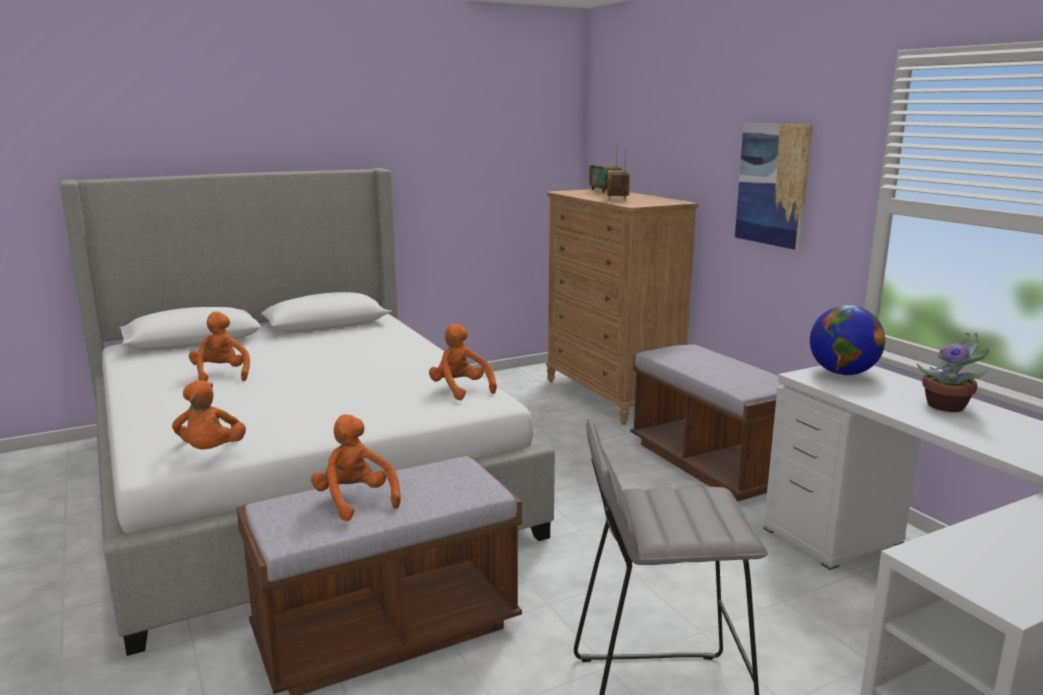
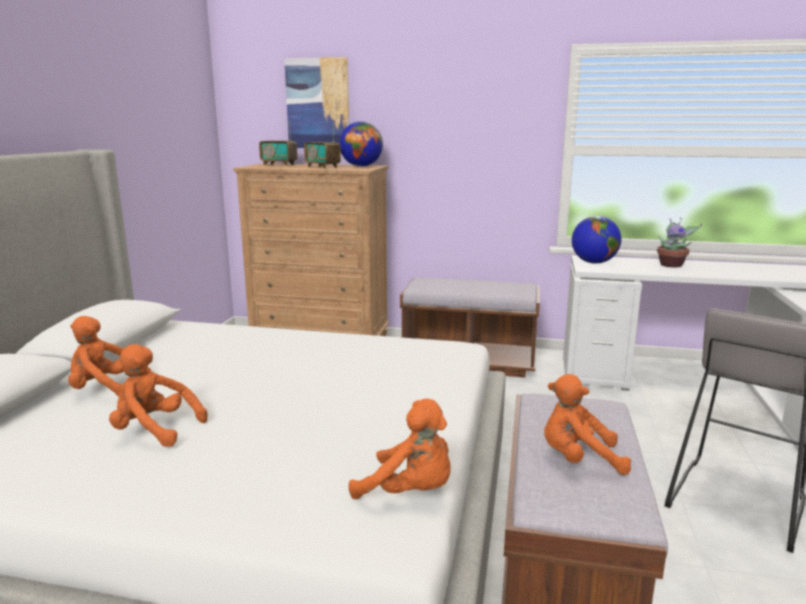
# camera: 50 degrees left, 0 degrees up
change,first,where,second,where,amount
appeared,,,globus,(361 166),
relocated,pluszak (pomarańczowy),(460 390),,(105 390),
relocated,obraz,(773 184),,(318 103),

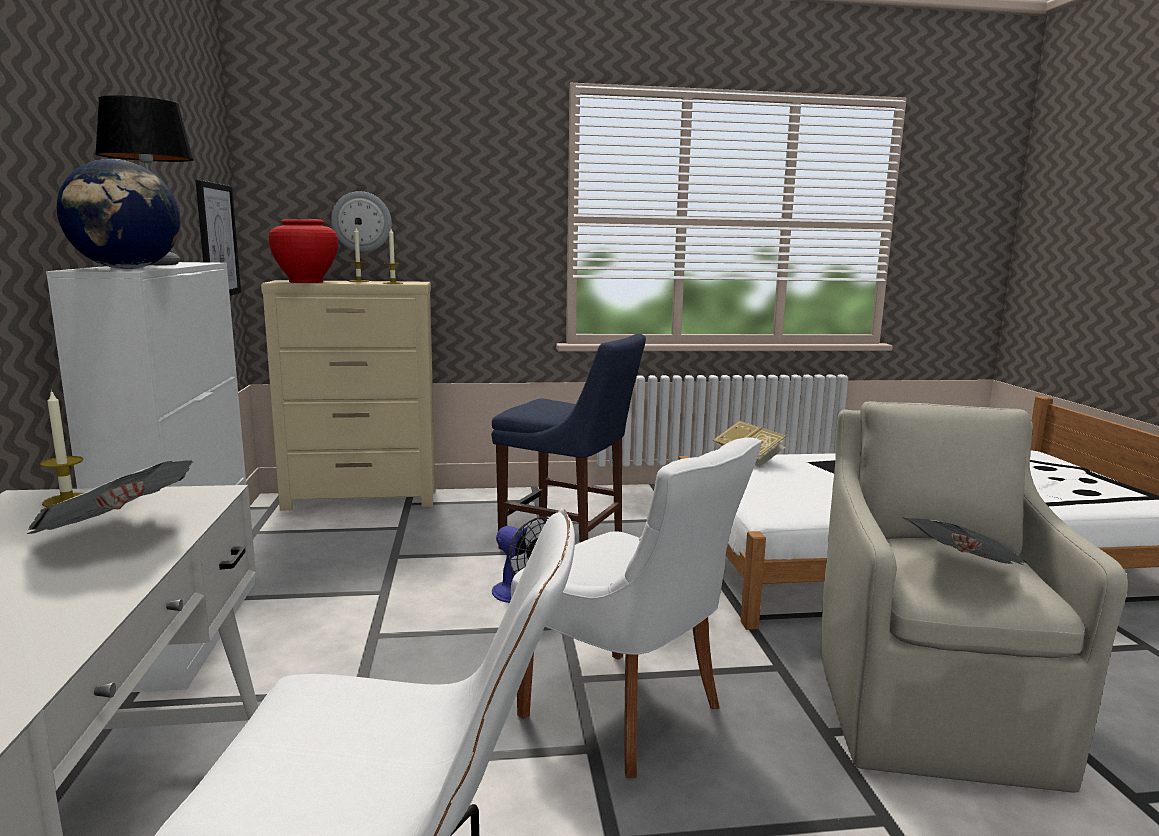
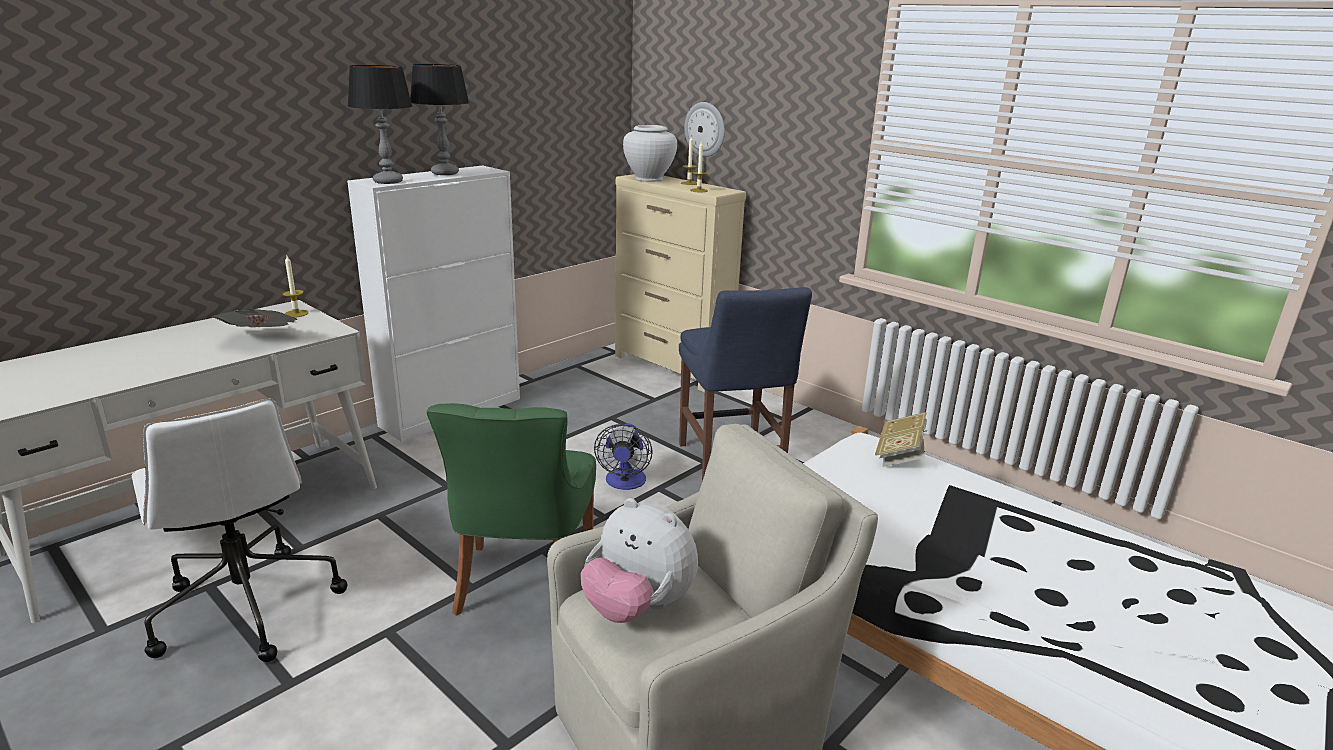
# camera: 50 degrees right, 10 degrees up
change,first,where,second,where,amount
missing,obraz,(217 240),,,
exchanged,globus,(127 269),lampa stołowa,(388 181),
exchanged,gazeta,(962 572),pluszak,(638 607),
colour,wazon (czerwony),(306 282),wazon (biały),(649 179),
colour,krzesło (biały),(627 713),krzesło (zielony),(523 585),

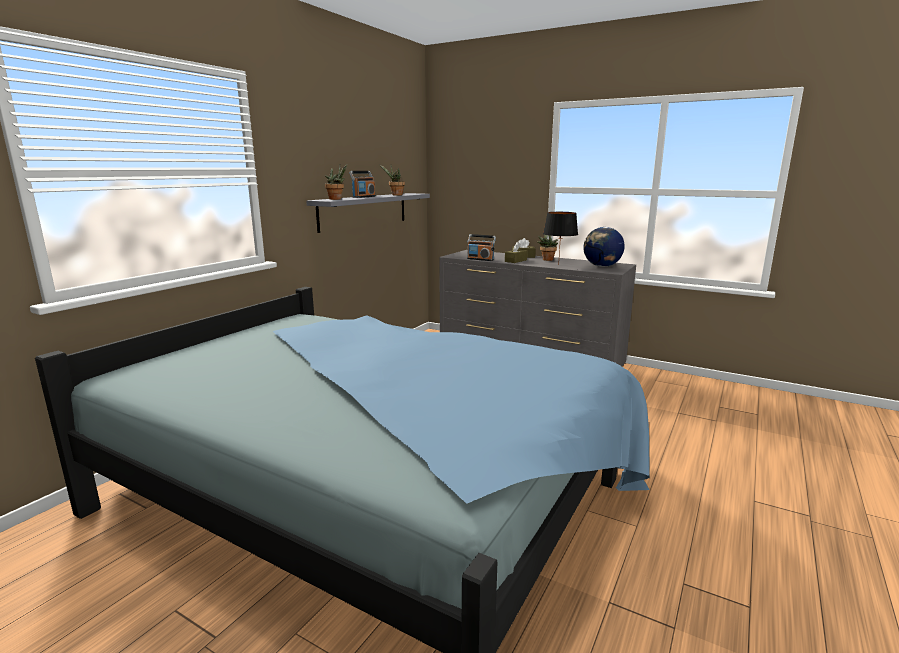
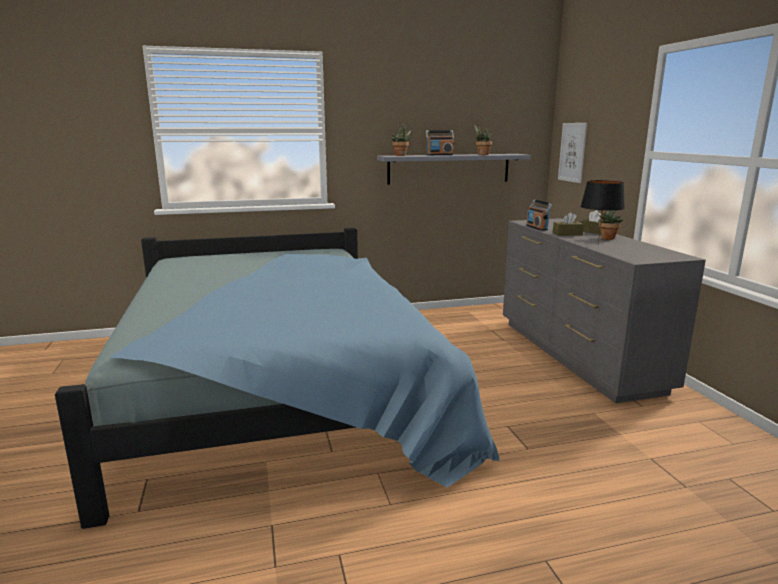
# camera: 45 degrees right, 0 degrees up
change,first,where,second,where,amount
missing,globus,(601 266),,,
appeared,,,obraz,(572 152),

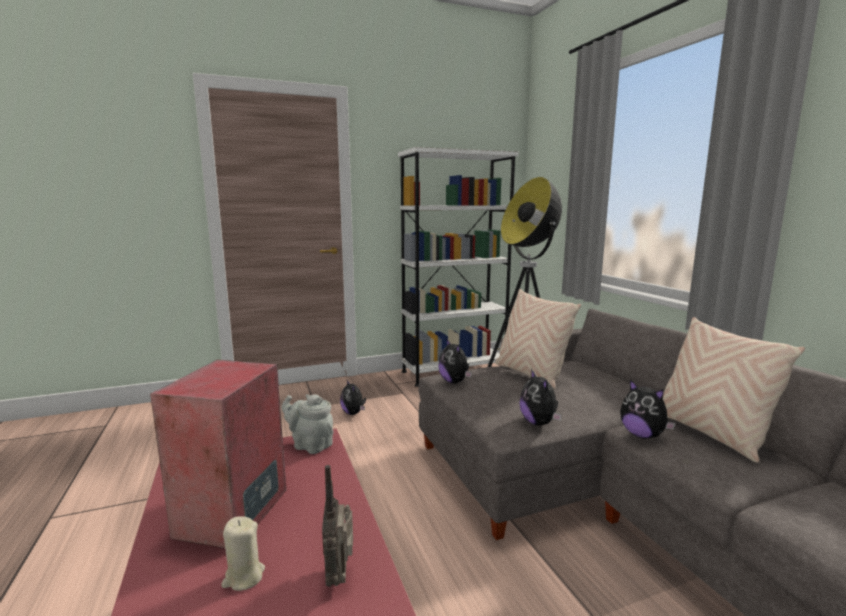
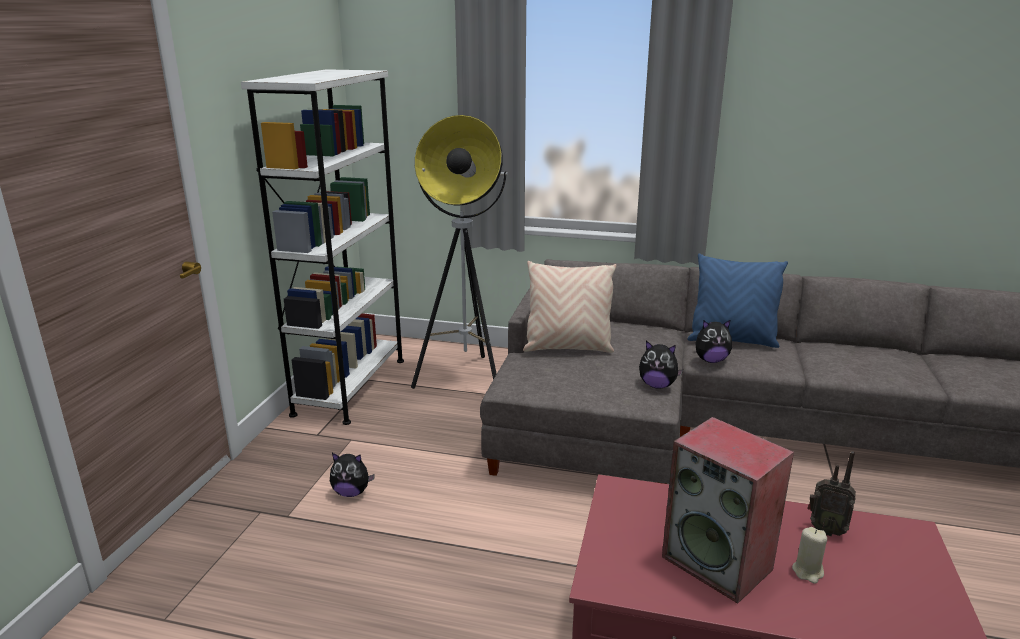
# camera: 55 degrees left, 10 degrees up
change,first,where,second,where,amount
missing,imbryk (szary),(310 445),,,
missing,pluszak,(454 382),,,
colour,poduszka (beżowy),(710 433),poduszka (niebieski),(732 340),

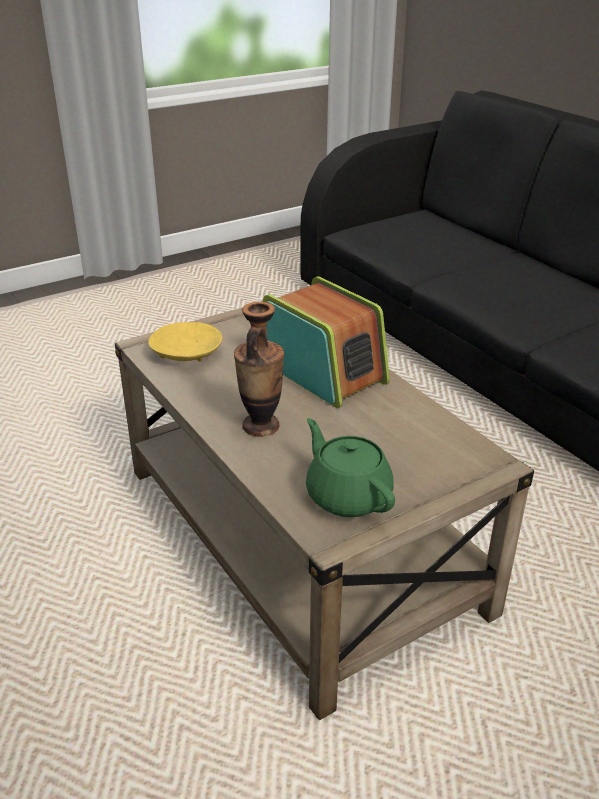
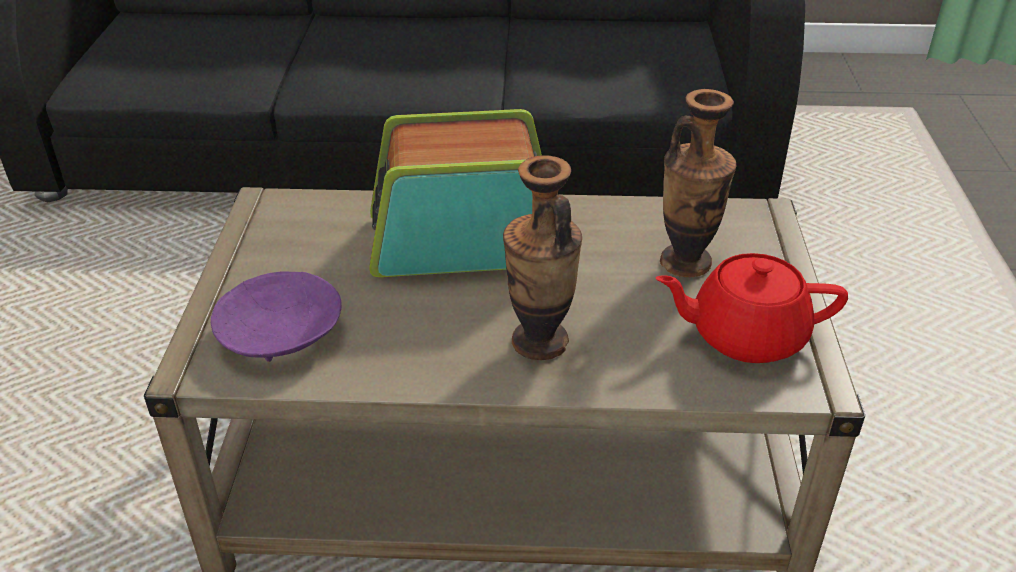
# camera: 55 degrees left, 5 degrees up
change,first,where,second,where,amount
appeared,,,wazon,(685 262),
colour,miska (żółty),(187 353),miska (fioletowy),(279 333),
colour,imbryk (zielony),(347 495),imbryk (czerwony),(745 335),

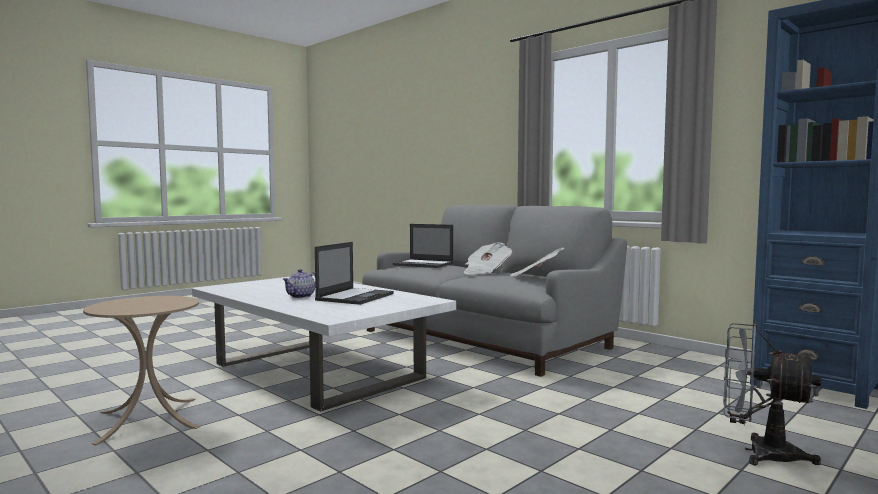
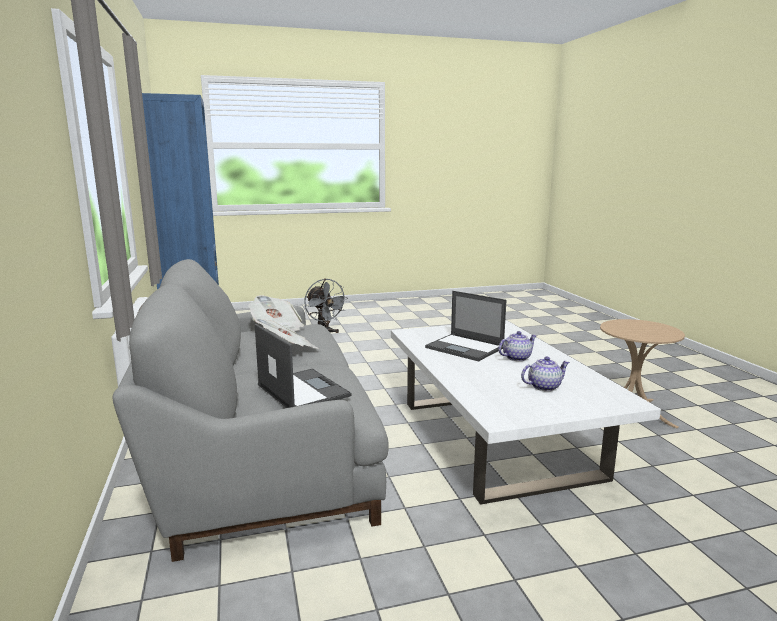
# camera: 150 degrees left, 10 degrees up
change,first,where,second,where,amount
appeared,,,imbryk,(544 386),
spun,laptop,(355 297),,(465 348),105 degrees counterclockwise

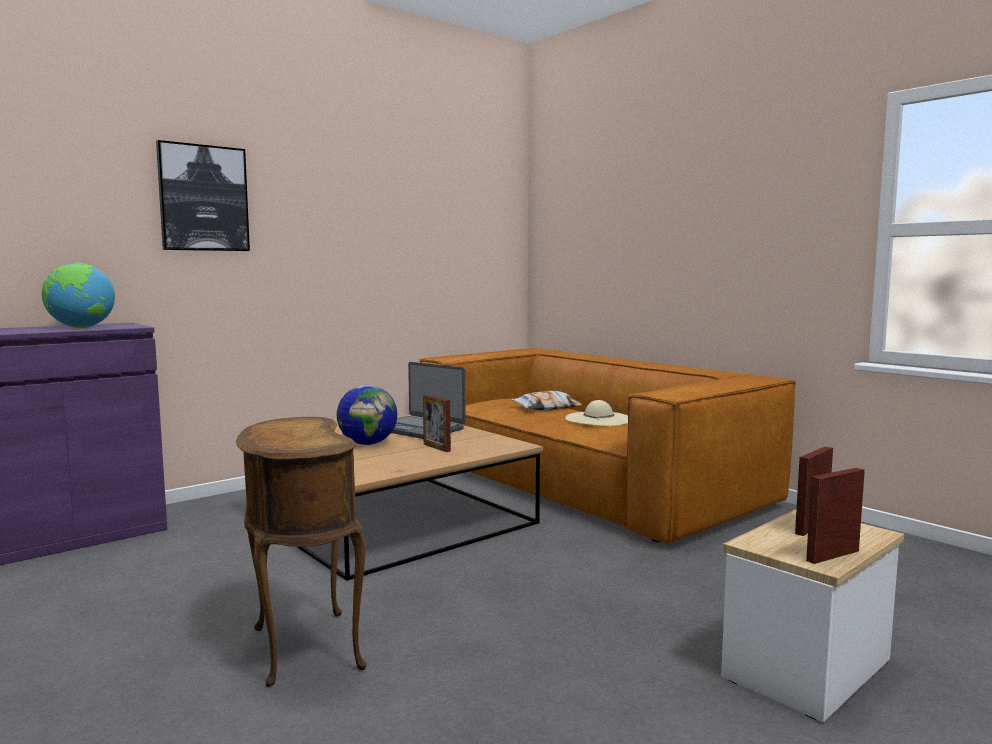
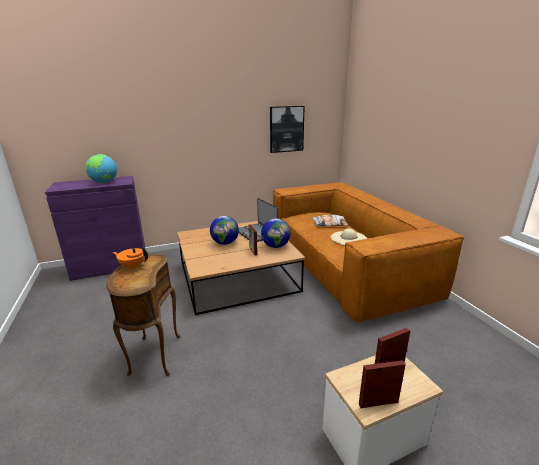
# camera: 20 degrees right, 15 degrees up
change,first,where,second,where,amount
appeared,,,imbryk (pomarańczowy),(133 266),
appeared,,,globus,(276 246),
relocated,obraz,(203 198),,(286 129),

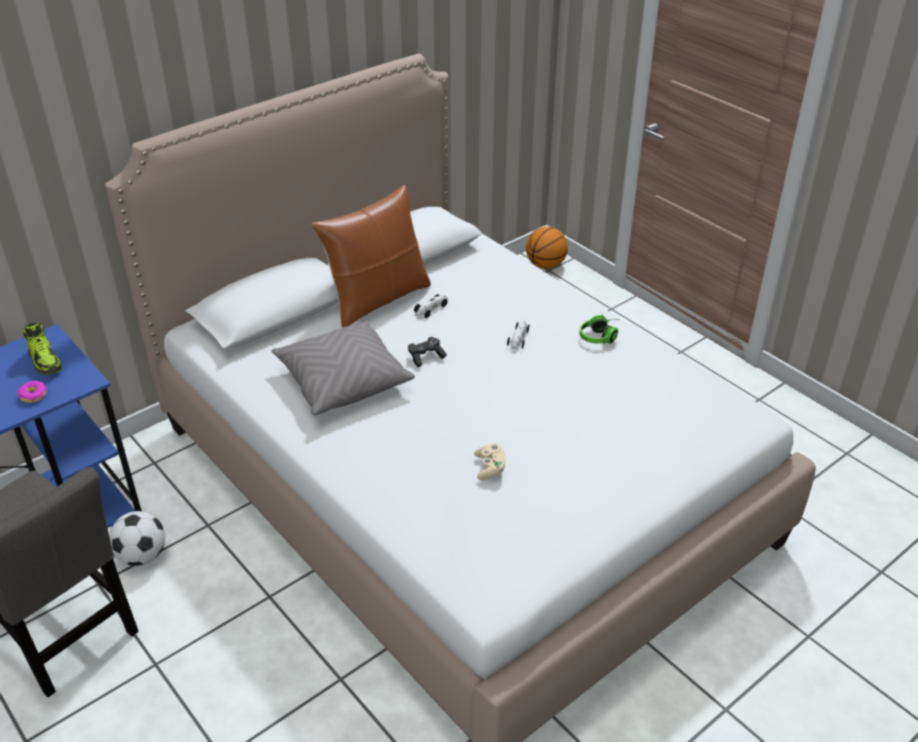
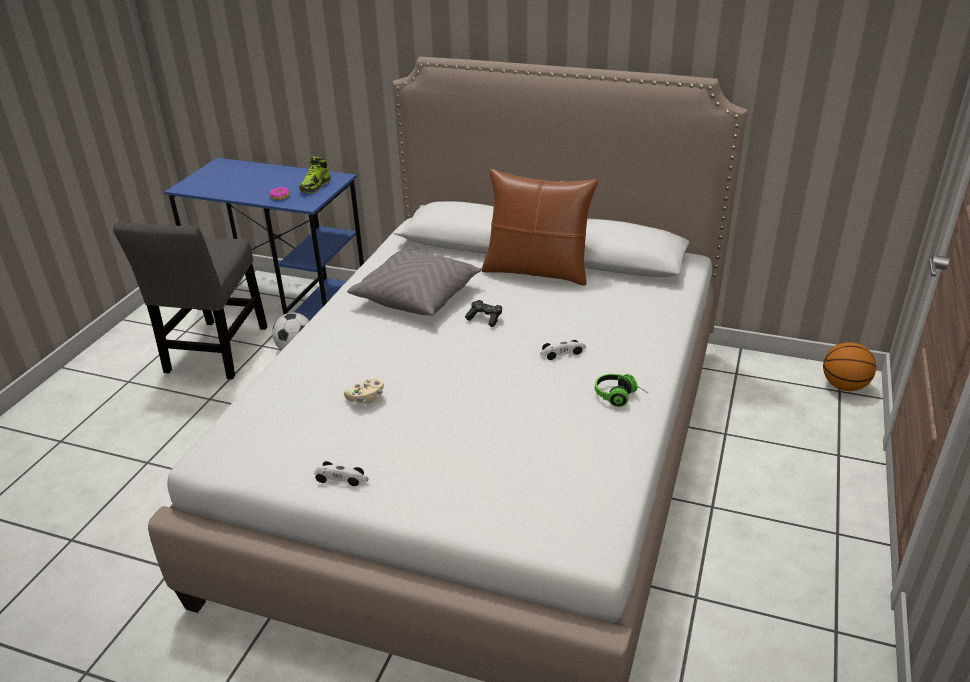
# camera: 60 degrees right, 5 degrees down
change,first,where,second,where,amount
relocated,samochodzik,(432 309),,(341 478),

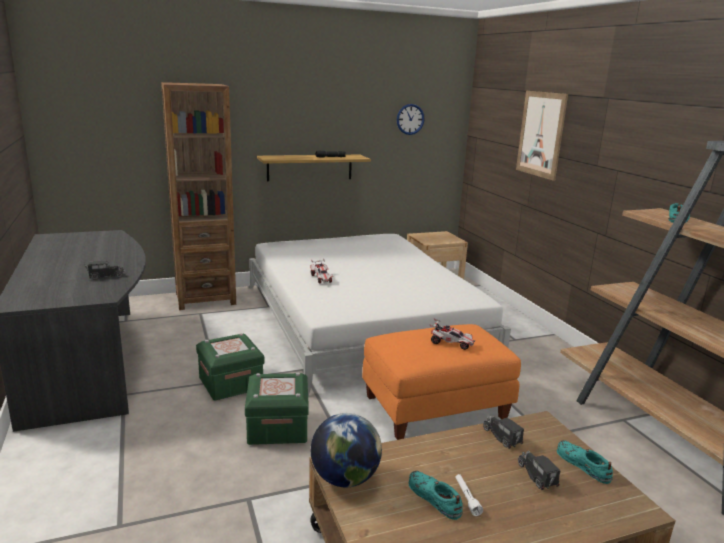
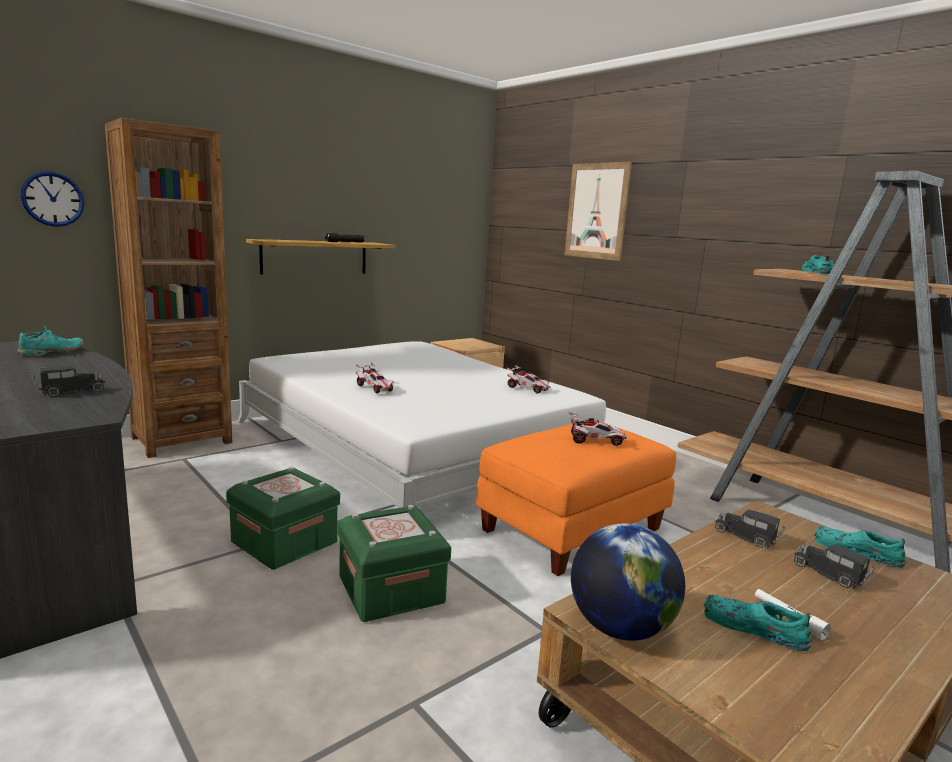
# camera: 20 degrees left, 5 degrees down
change,first,where,second,where,amount
appeared,,,but (turkusowy),(52 352),
appeared,,,samochodzik,(527 389),
relocated,zegar ścienny,(410 119),,(53 199),

